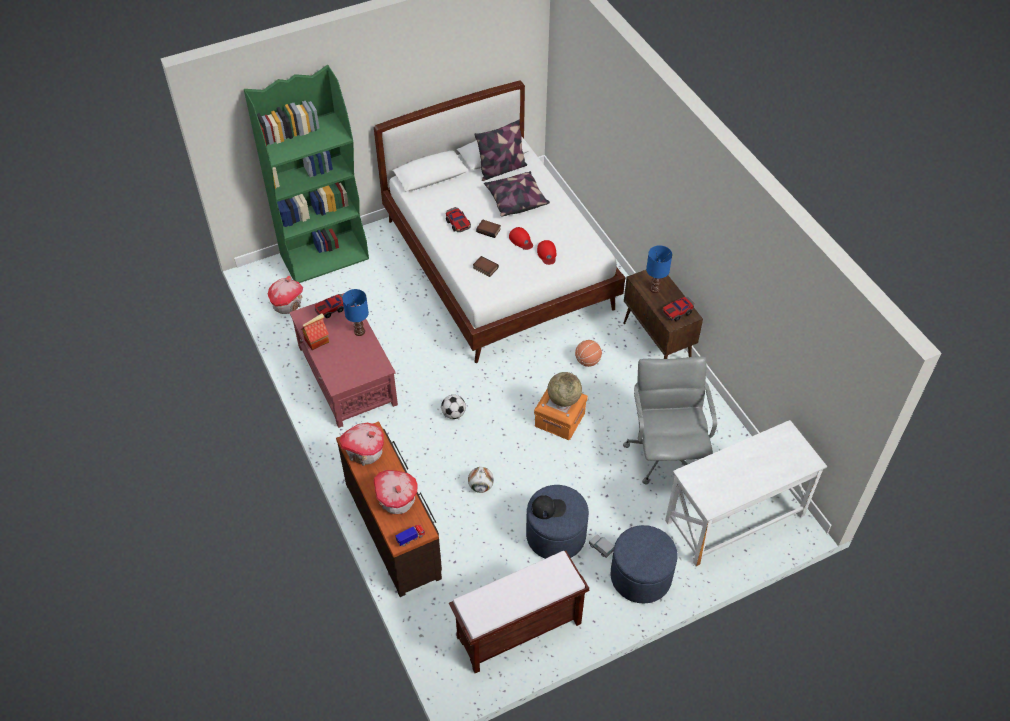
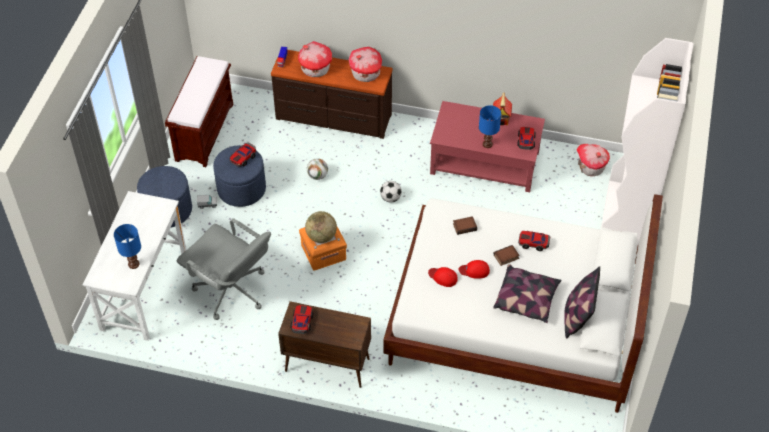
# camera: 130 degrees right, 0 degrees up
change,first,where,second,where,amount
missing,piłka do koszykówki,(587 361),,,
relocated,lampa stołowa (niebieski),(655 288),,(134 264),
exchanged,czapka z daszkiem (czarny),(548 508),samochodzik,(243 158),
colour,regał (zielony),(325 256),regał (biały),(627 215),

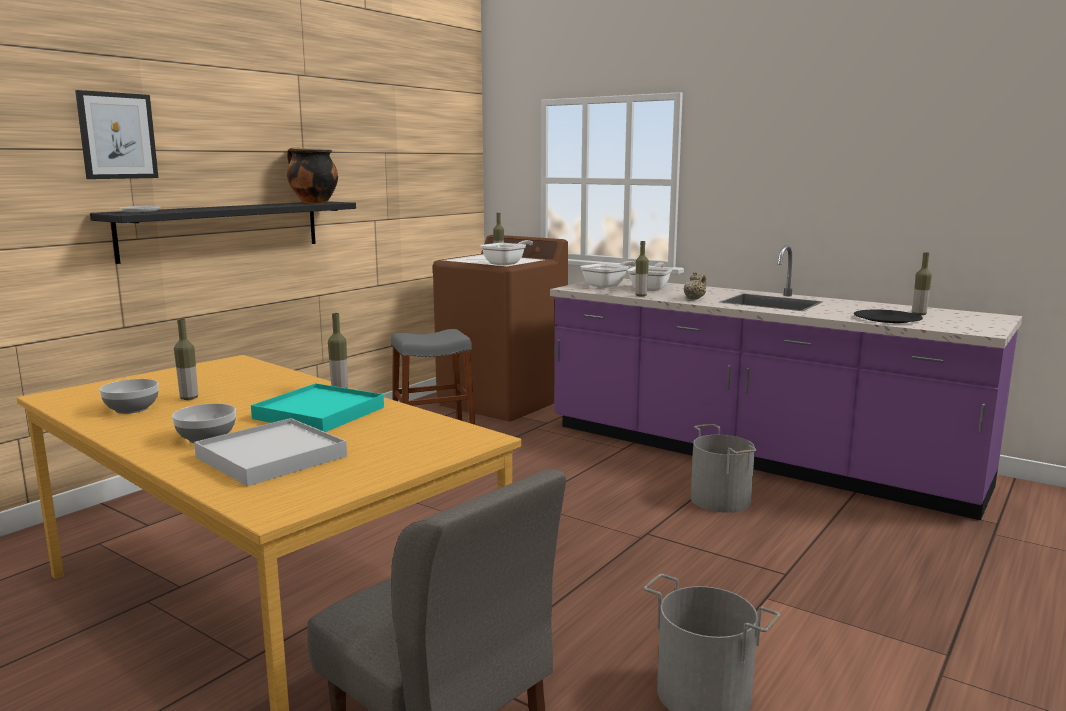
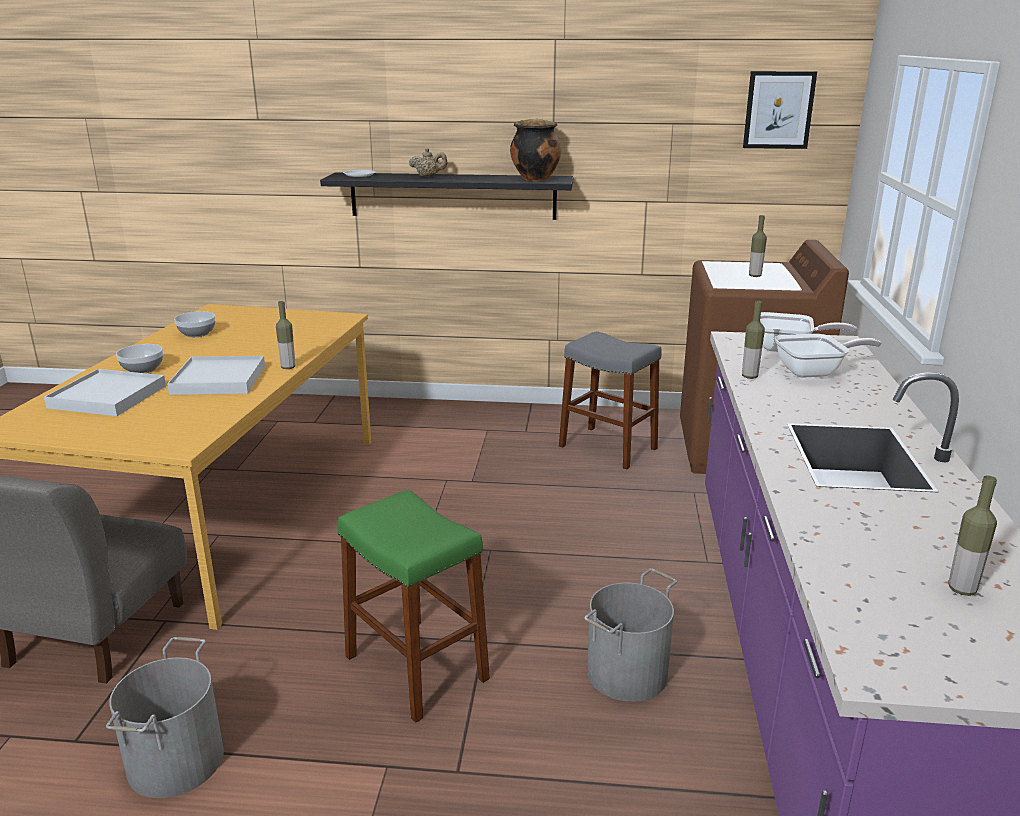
# camera: 60 degrees right, 10 degrees up
change,first,where,second,where,amount
missing,butelka,(189 398),,,
missing,patelnia,(507 263),,,
missing,talerz (czarny),(887 318),,,
appeared,,,stołek (zielony),(416 668),
relocated,obraz,(117 136),,(778 110),
relocated,imbryk (beżowy),(694 299),,(428 176),
colour,taca (turkusowy),(319 413),taca (biały),(218 380),

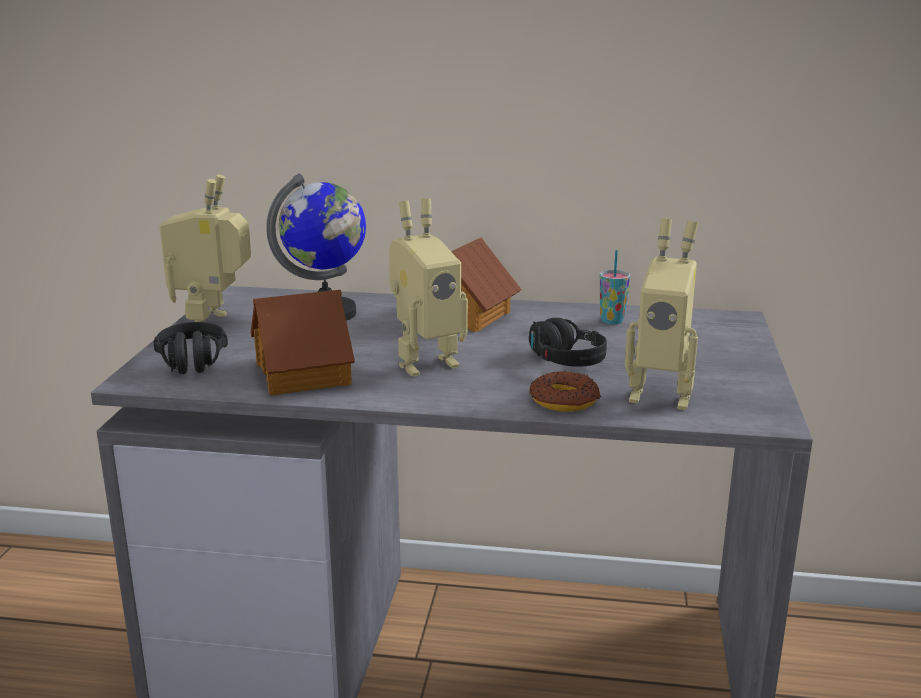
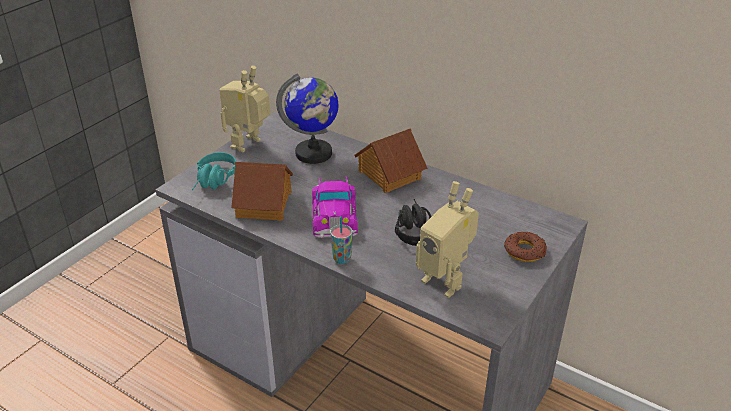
# camera: 25 degrees right, 15 degrees up
change,first,where,second,where,amount
relocated,donut,(564 400),,(524 251),
relocated,filiżanka,(612 321),,(342 259),
exchanged,robot zabawkowy,(424 362),samochodzik,(334 213),
colour,słuchawki (czarny),(192 366),słuchawki (turkusowy),(214 182),

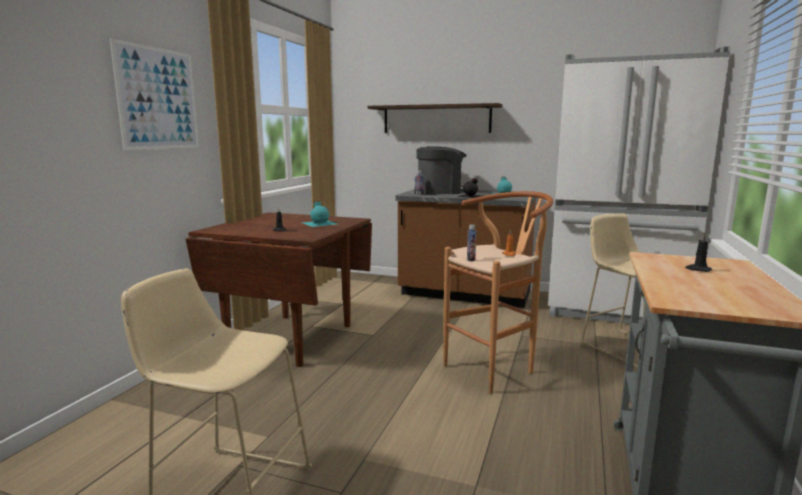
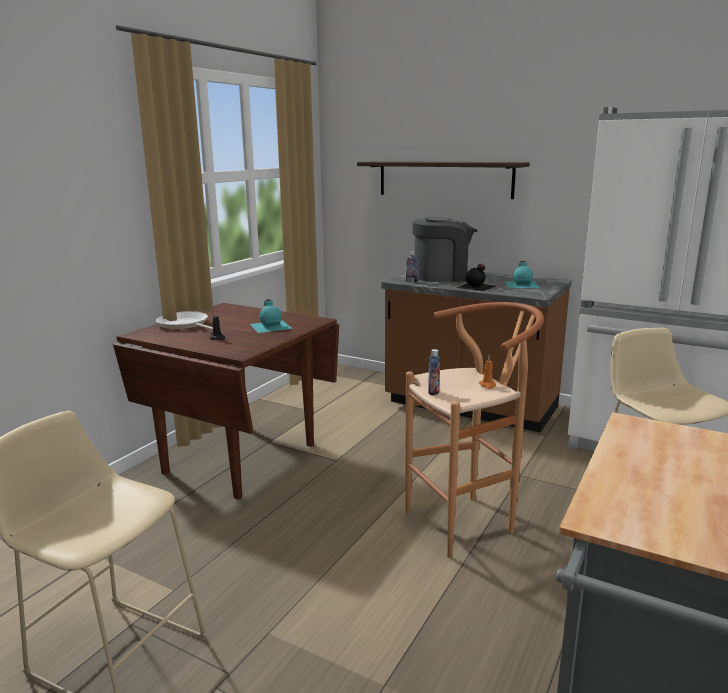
# camera: 10 degrees right, 5 degrees up
change,first,where,second,where,amount
missing,obraz,(158 99),,,
missing,świeca (czarny),(698 269),,,
appeared,,,patelnia,(184 325),

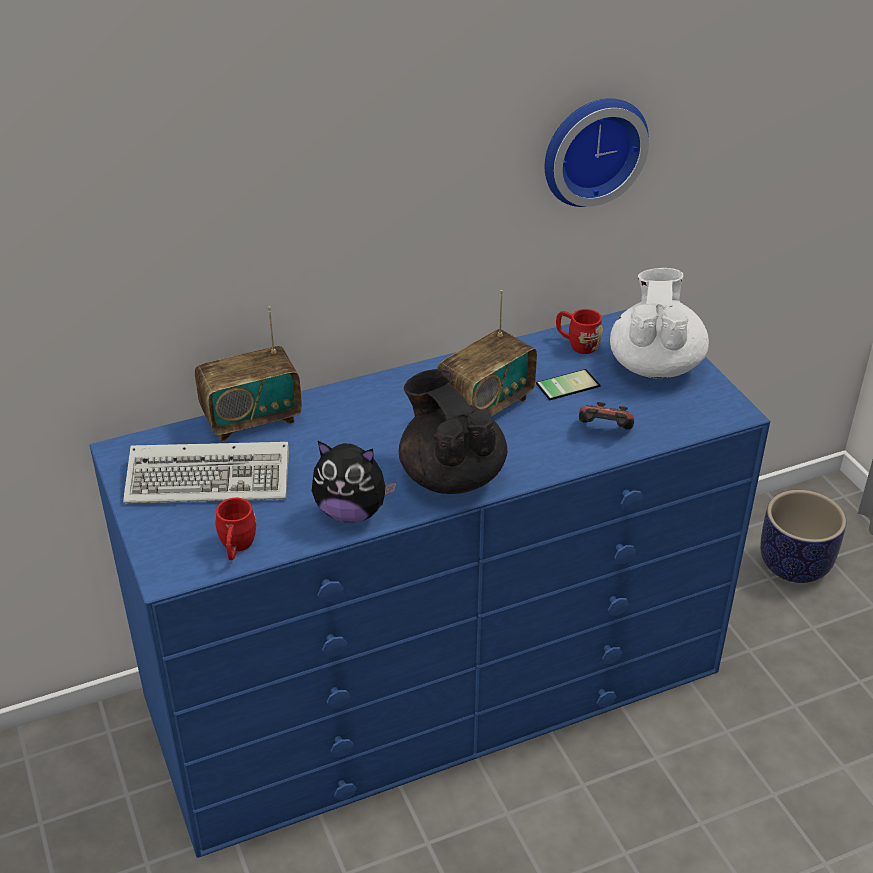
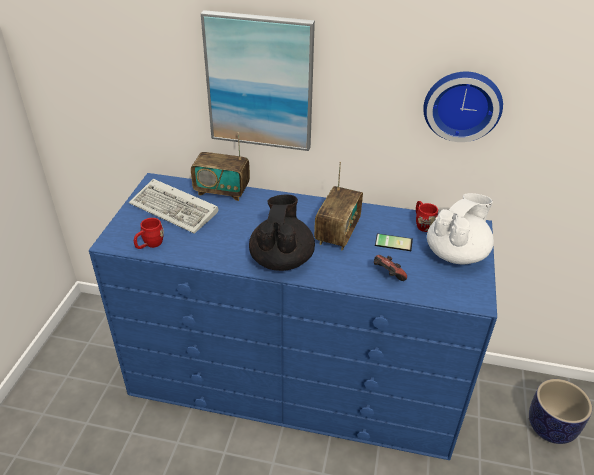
# camera: 35 degrees right, 0 degrees up
change,first,where,second,where,amount
missing,pluszak,(351 512),,,
appeared,,,obraz,(260 82),
spun,radio,(485 406),,(337 233),60 degrees counterclockwise

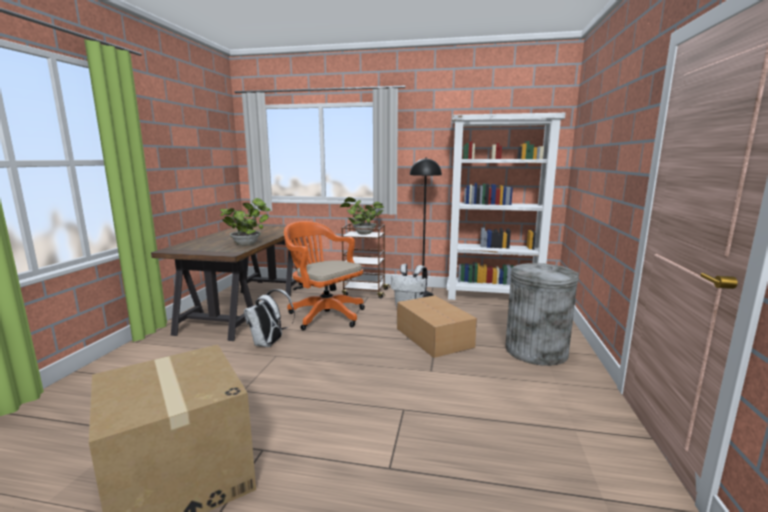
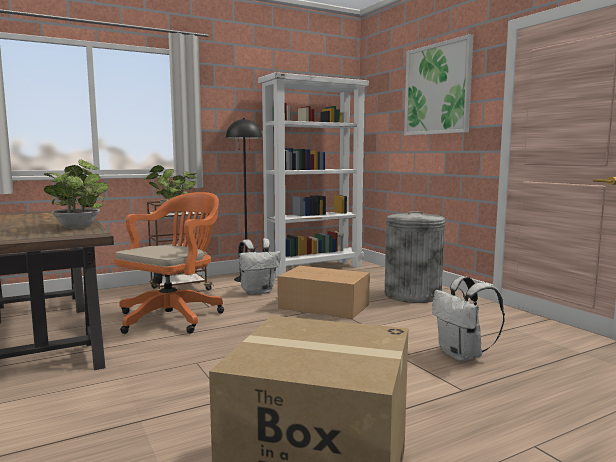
# camera: 40 degrees left, 5 degrees down
change,first,where,second,where,amount
appeared,,,obraz,(437 89),
relocated,plecak (biały),(269 344),,(462 355),
spun,krzesło biurowe (pomarańczowy),(324 315),,(174 317),120 degrees clockwise

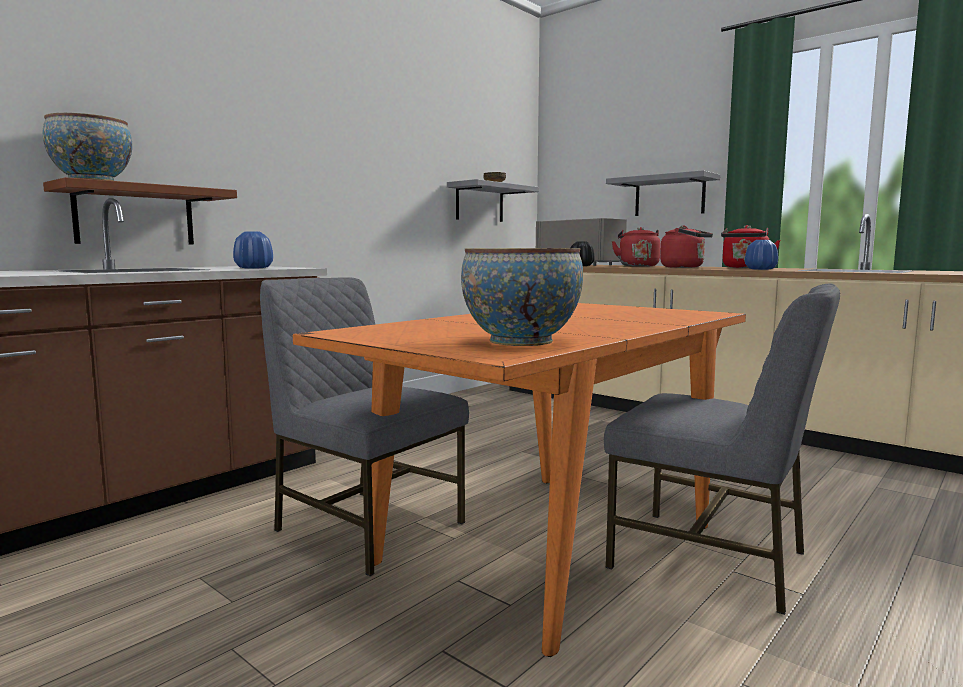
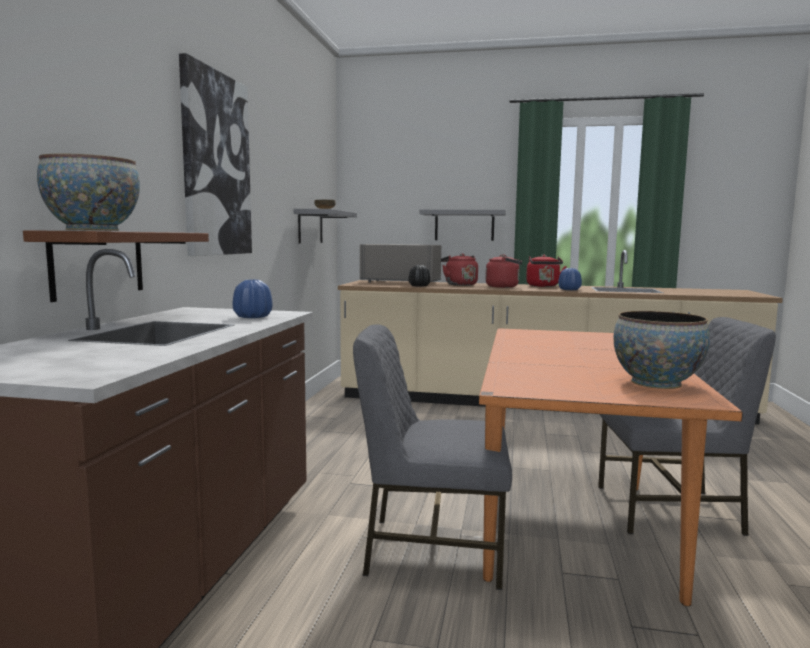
# camera: 30 degrees left, 0 degrees up
change,first,where,second,where,amount
appeared,,,obraz,(215 165),

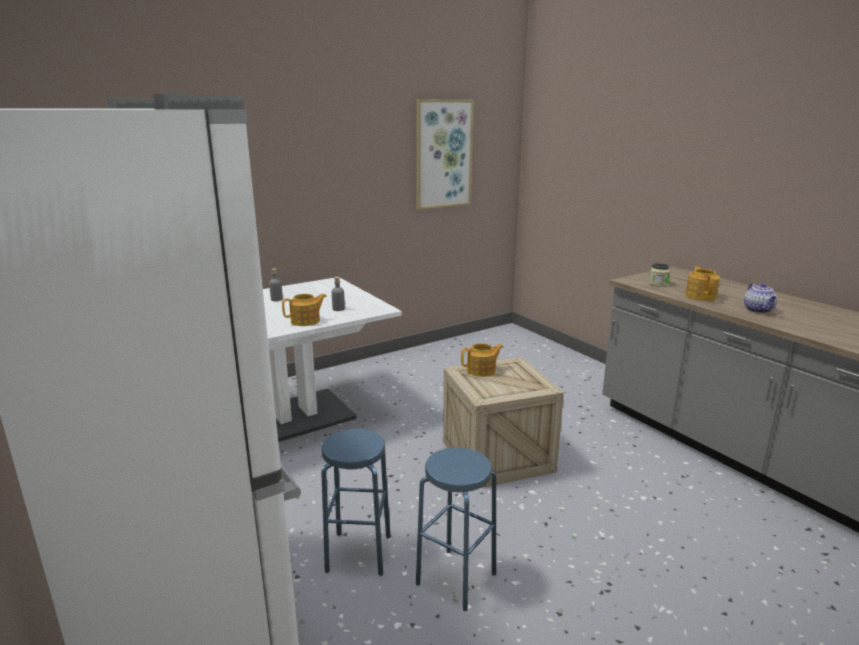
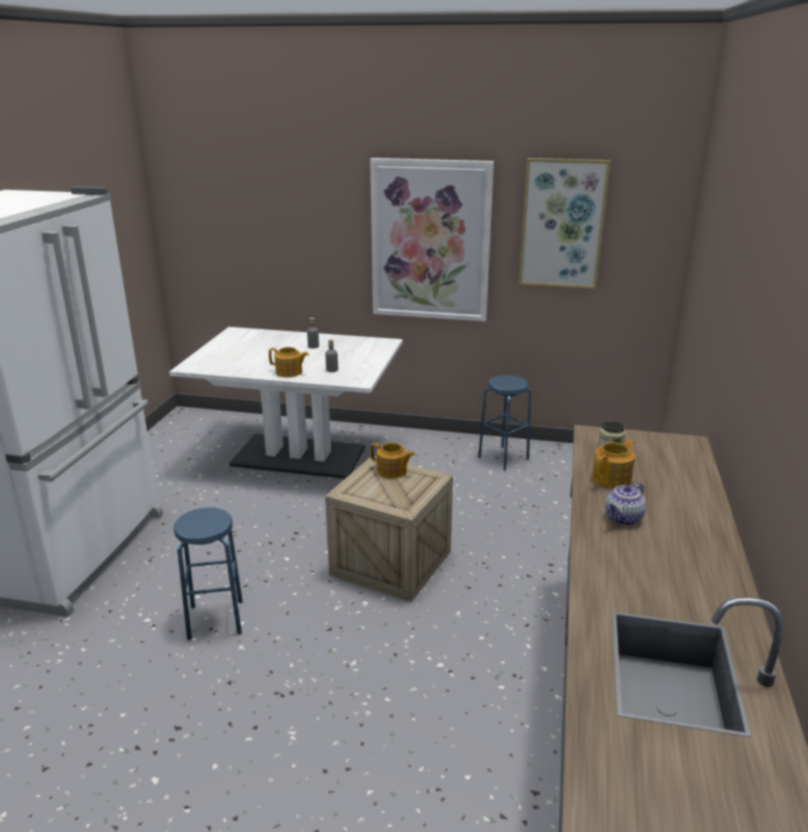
# camera: 45 degrees right, 5 degrees up
change,first,where,second,where,amount
appeared,,,obraz,(430 241),
relocated,stołek (niebieski),(359 553),,(503 458),

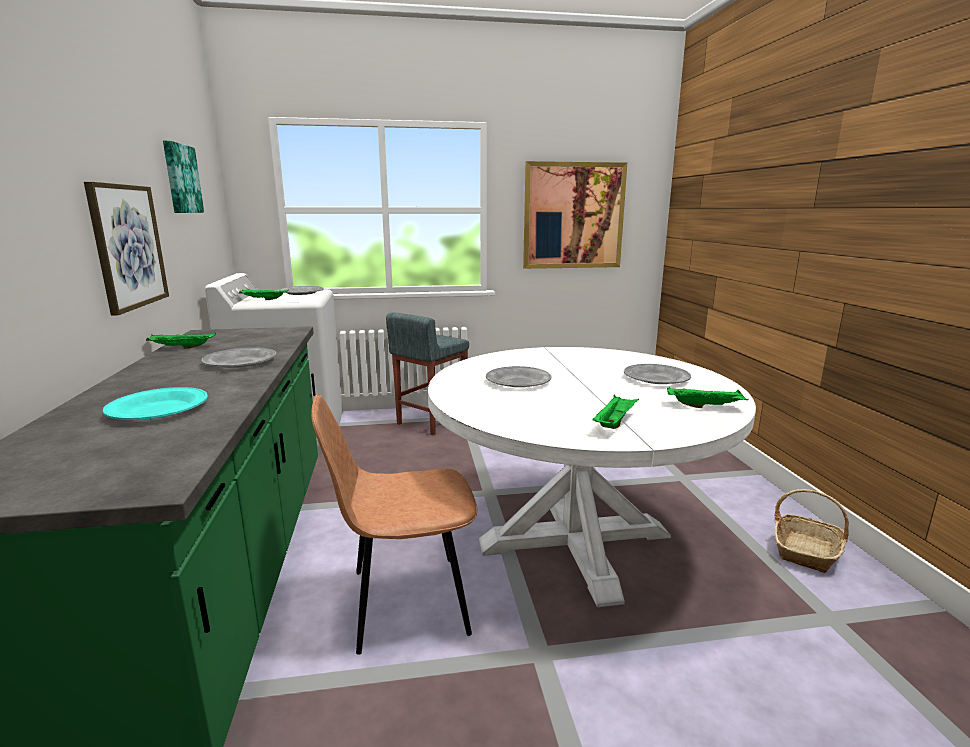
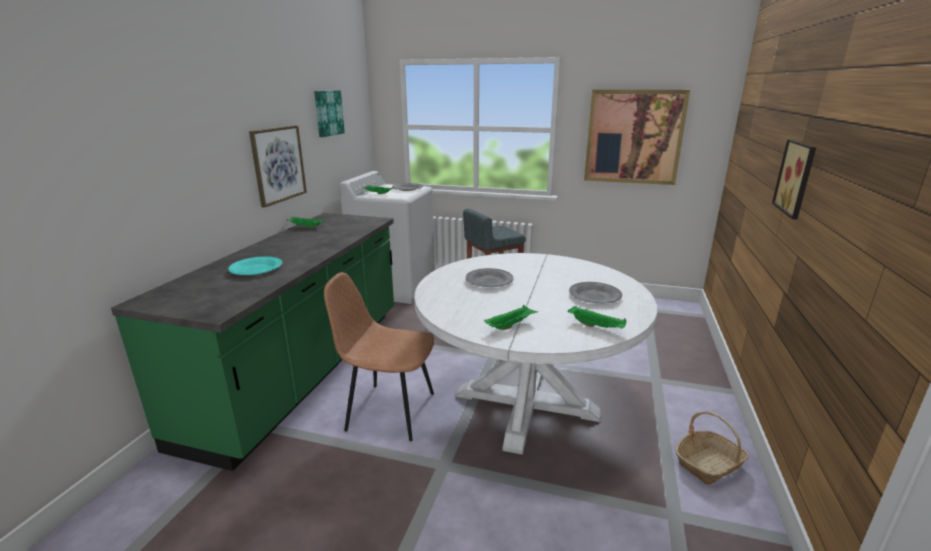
# camera: 25 degrees right, 5 degrees up
change,first,where,second,where,amount
missing,talerz (szary),(240 362),,,
appeared,,,obraz,(798 178),

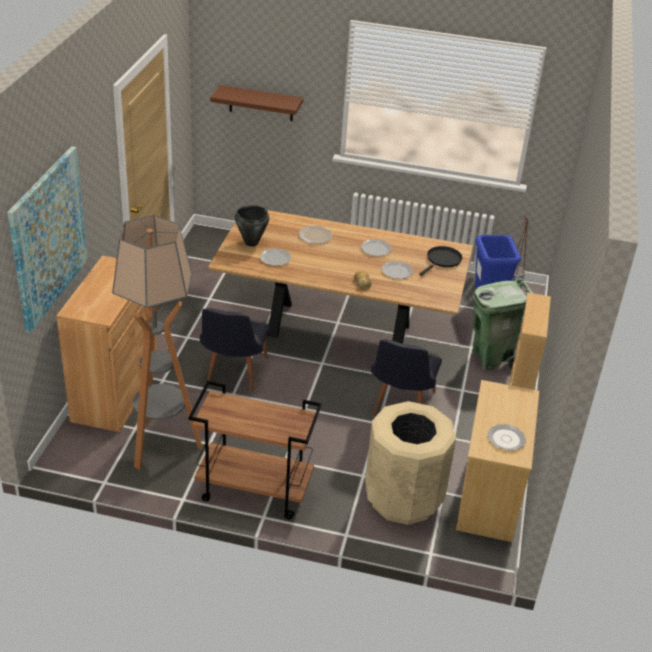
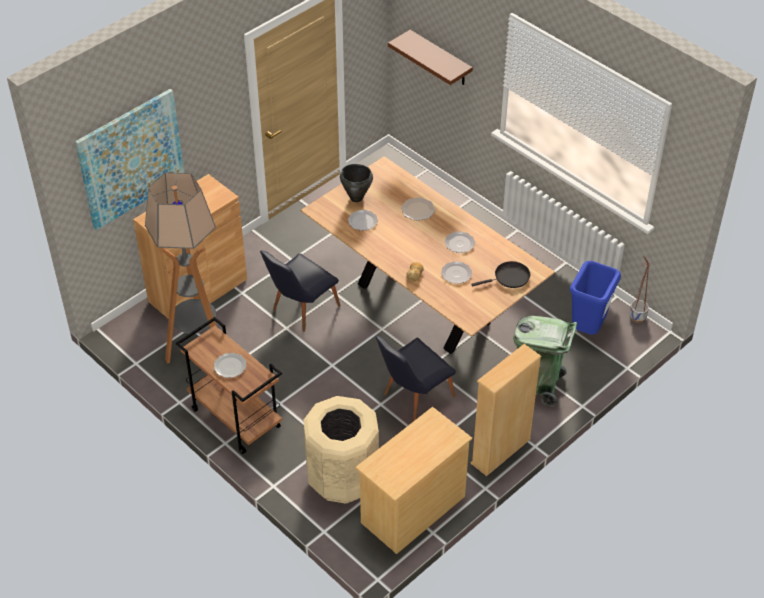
# camera: 35 degrees right, 10 degrees up
change,first,where,second,where,amount
relocated,talerz,(506 438),,(230 366),

